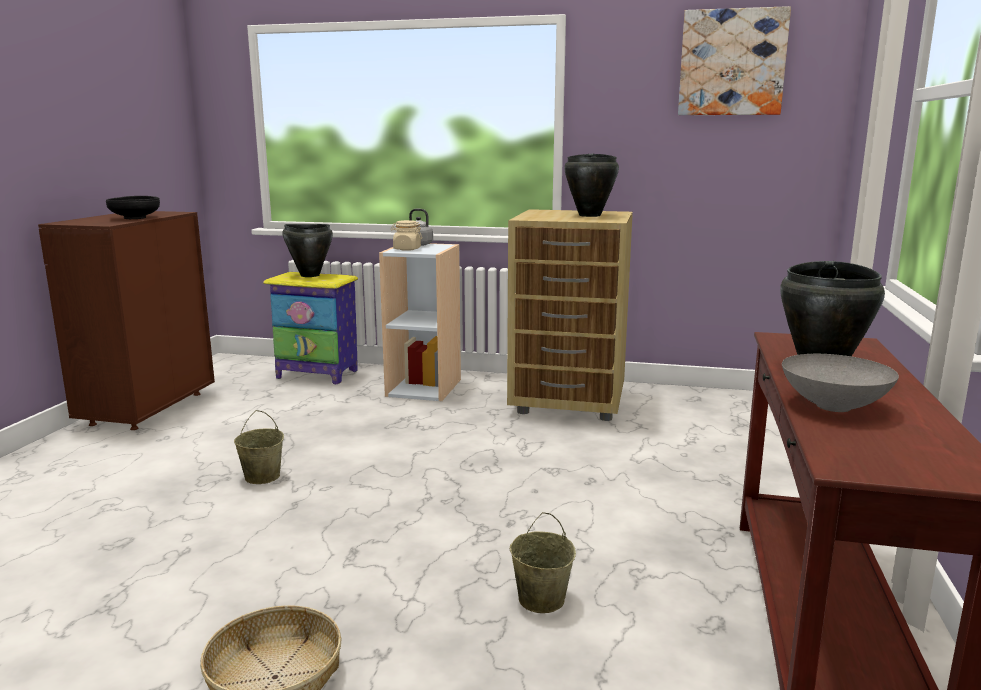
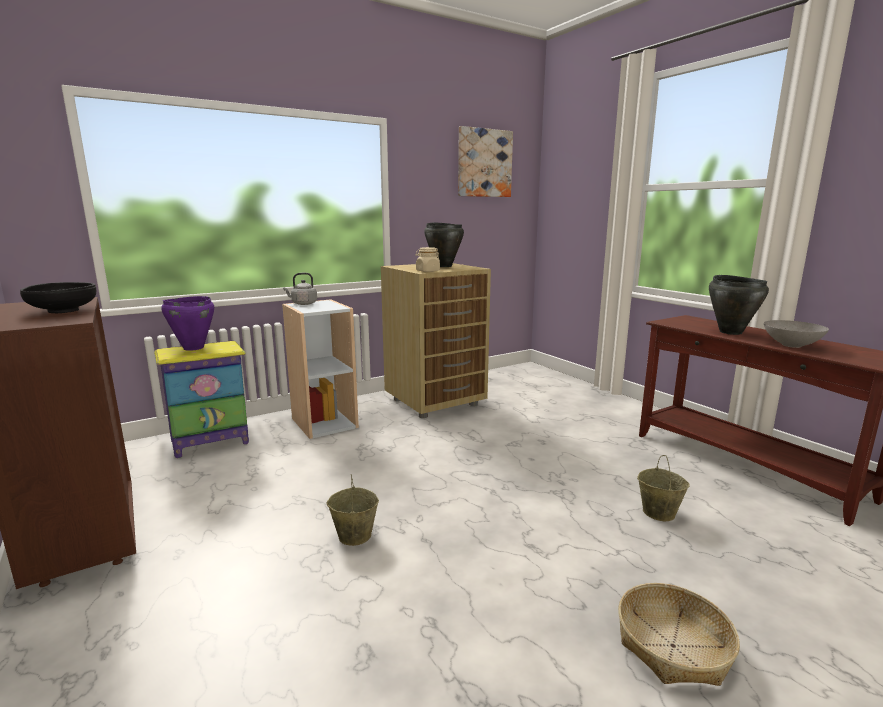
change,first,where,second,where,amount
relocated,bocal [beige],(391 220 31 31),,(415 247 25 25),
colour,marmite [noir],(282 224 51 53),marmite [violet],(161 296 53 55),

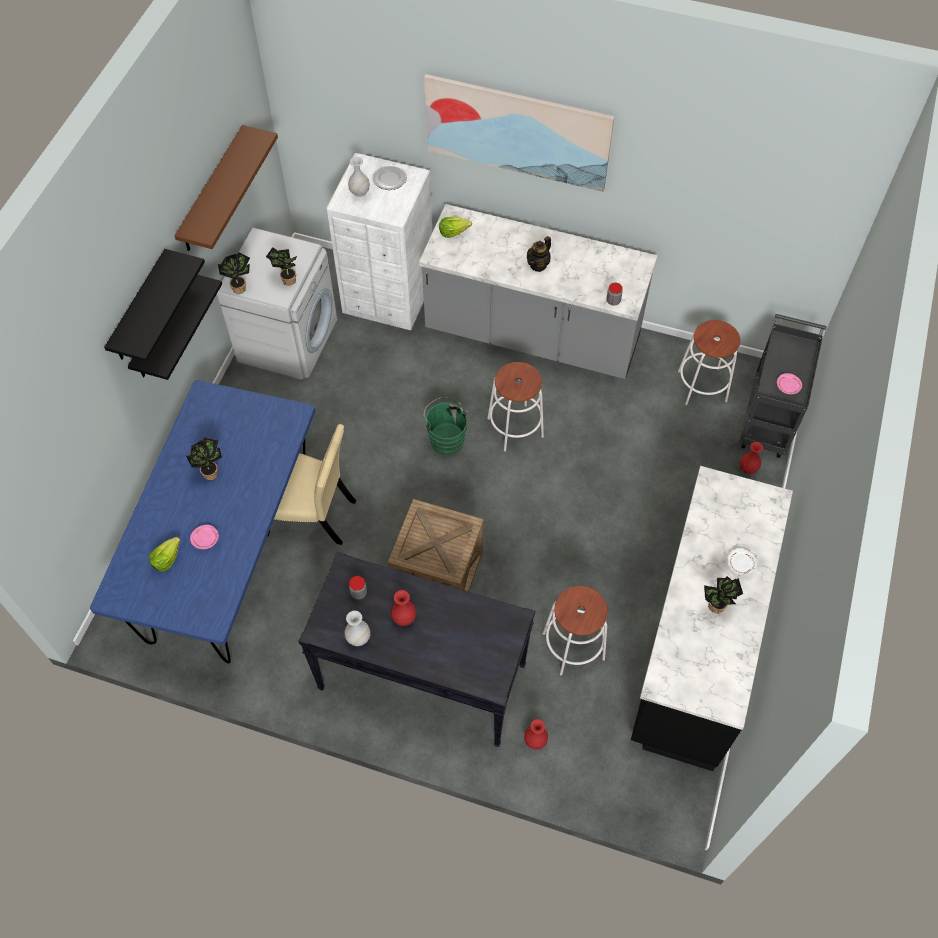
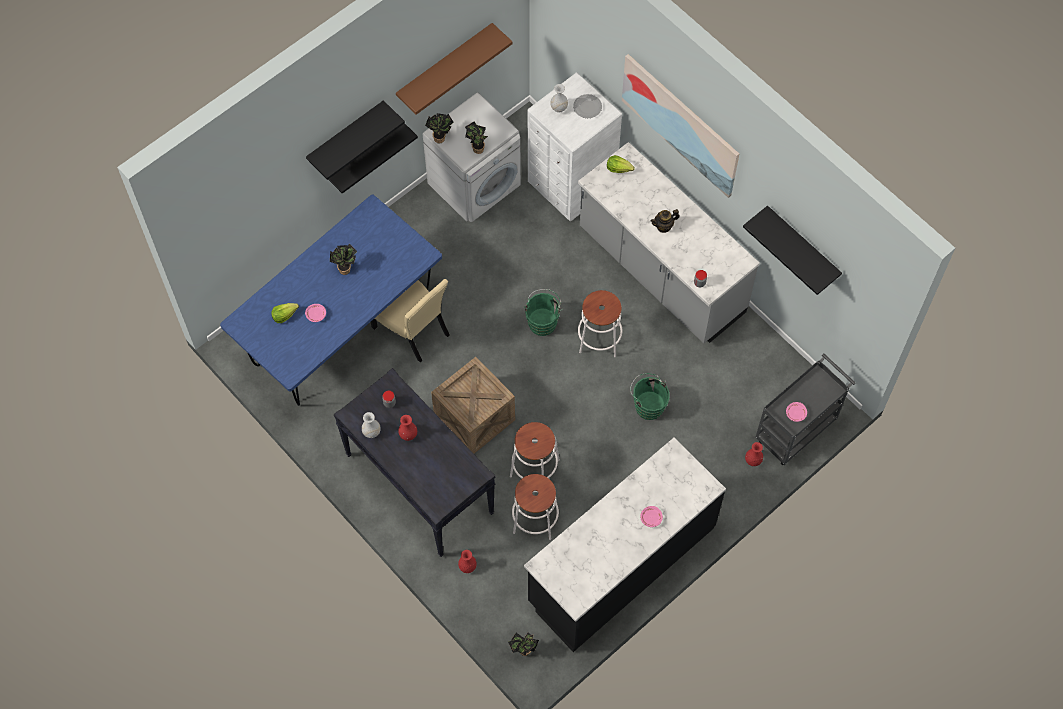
change,first,where,second,where,amount
relocated,tabouret [blanc],(678 320 62 85),,(510 422 50 57),
colour,assiette [blanc],(728 548 29 27),assiette [rose],(640 506 23 21),
relocated,plante en pot,(704 576 39 38),,(508 632 31 24),
appeared,,,étagère [noir],(743 206 99 89),
appeared,,,seau [vert],(630 373 39 47),

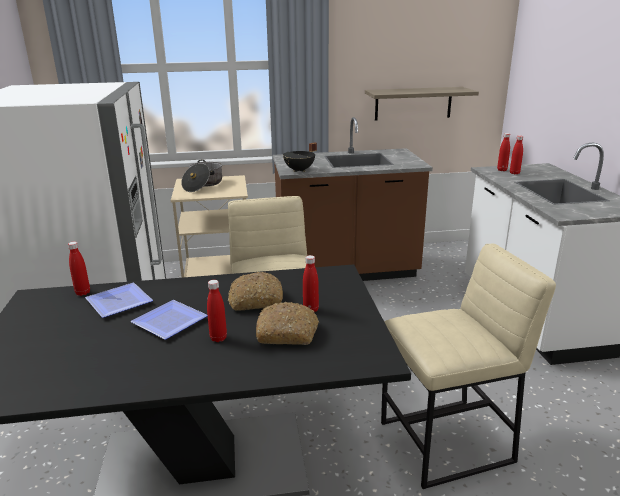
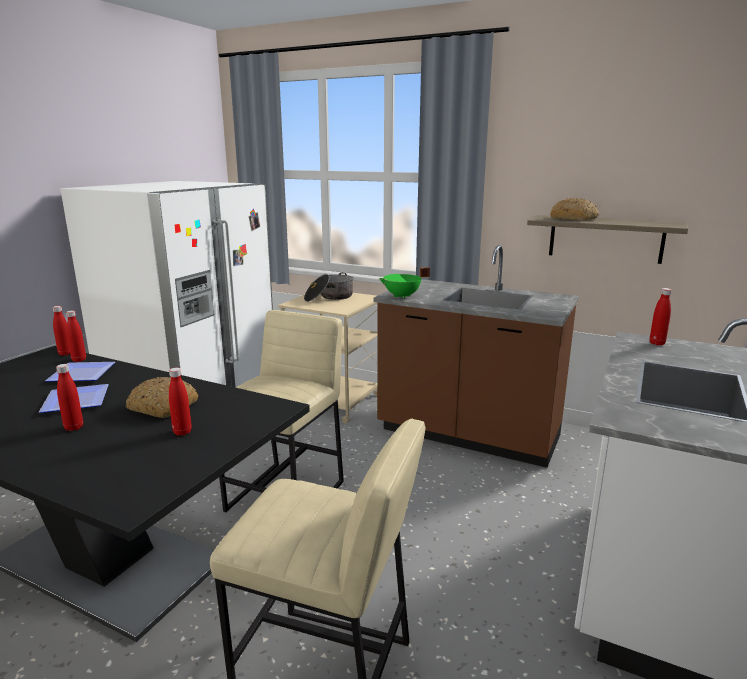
change,first,where,second,where,amount
relocated,bouteille [rouge],(510 135 13 39),,(52 306 18 50),
colour,marmite [noir],(283 142 34 30),marmite [vert],(379 267 51 32),
relocated,pain,(256 302 63 43),,(550 198 49 23),

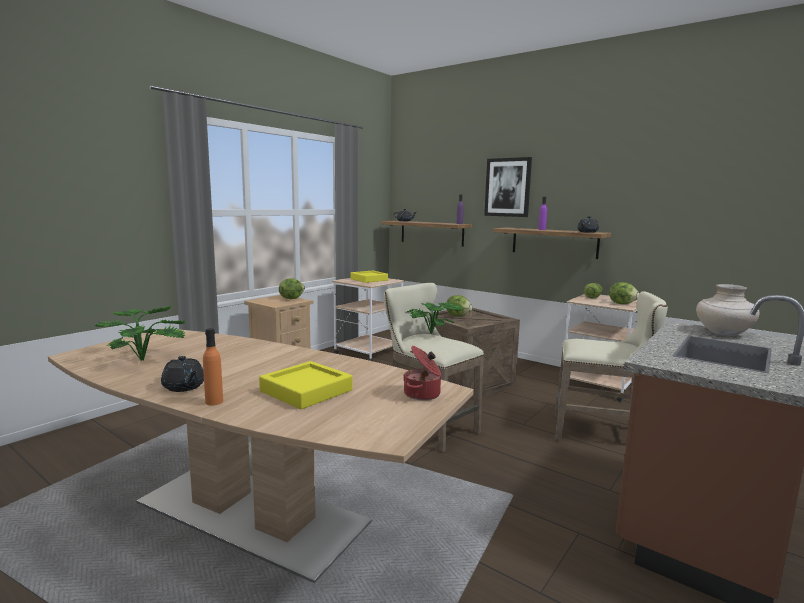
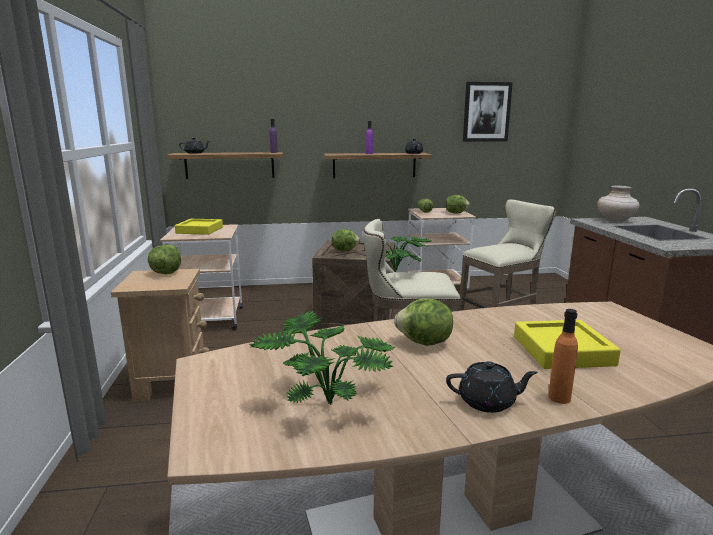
change,first,where,second,where,amount
relocated,tableau,(484 157 48 60),,(463 82 50 60),
missing,marmite,(403 346 38 54),,,
appeared,,,laitue,(394 298 59 48),

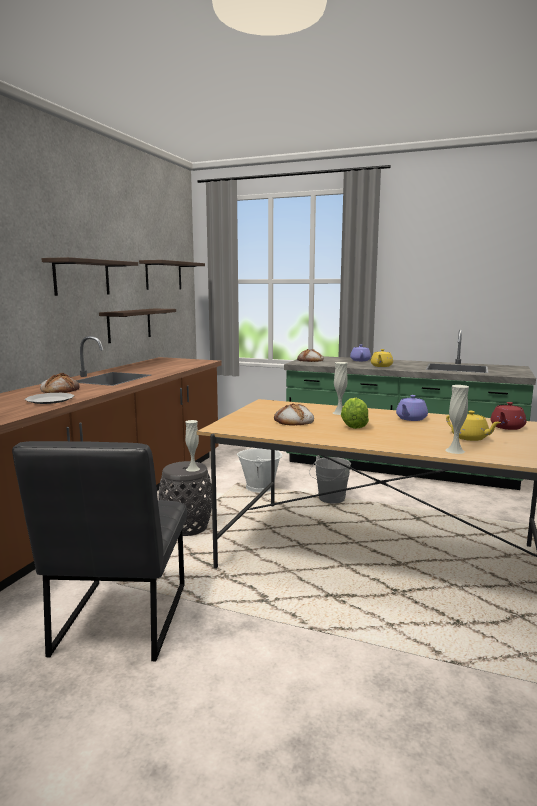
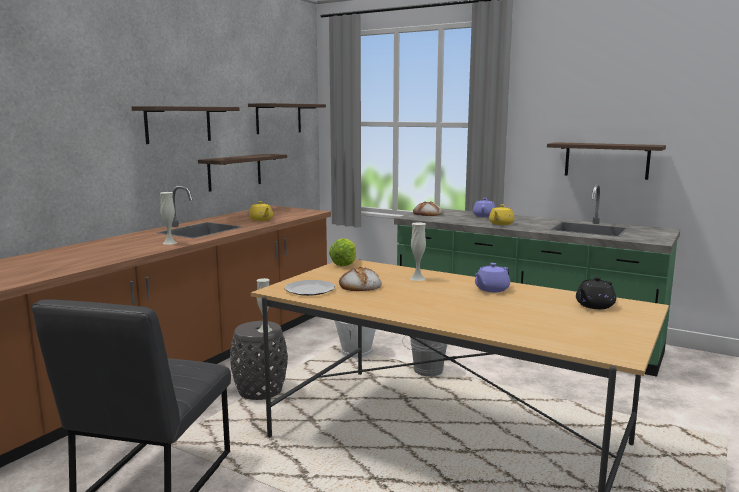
change,first,where,second,where,amount
missing,pain,(40 373 40 20),,,
relocated,vase [blanc],(446 385 23 69),,(160 192 17 53),
relocated,assiette,(25 393 49 11),,(284 280 51 16),
relocated,laitue,(341 398 28 31),,(329 238 27 28),
colour,théière [rouge],(491 402 35 28),théière [noir],(576 277 40 32),
relocated,théière [jaune],(446 411 55 30),,(249 201 24 20),
appeared,,,étagère,(547 142 119 38),

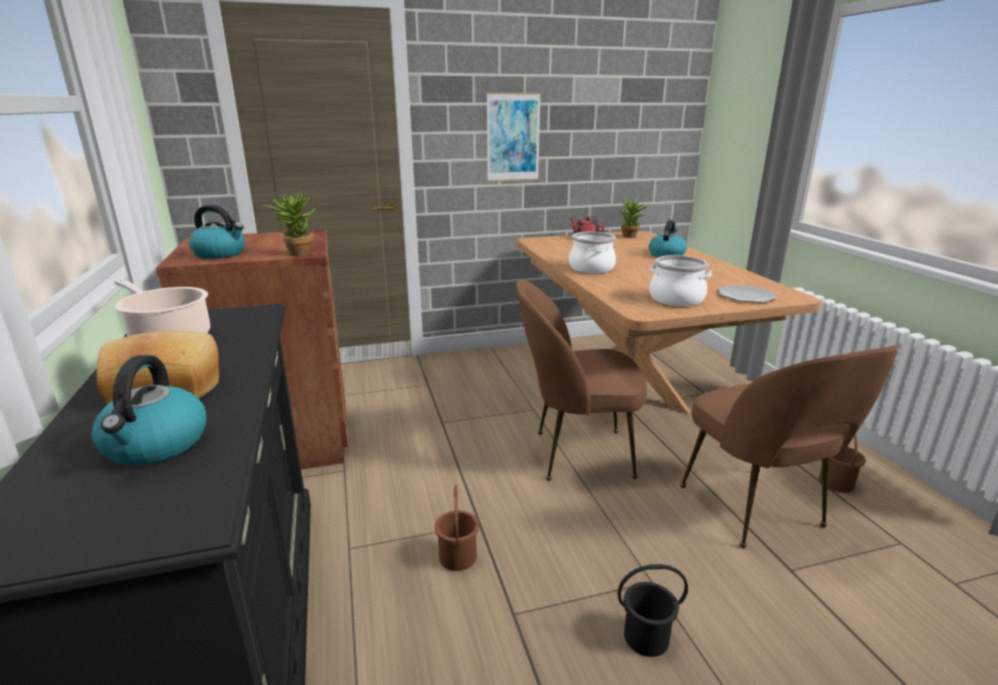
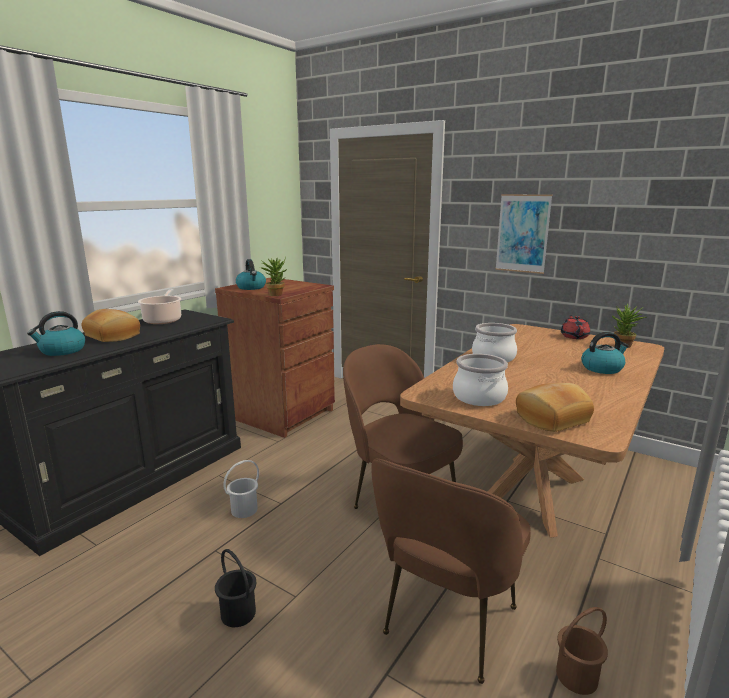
change,first,where,second,where,amount
exchanged,assiette,(718 285 59 18),pain,(516 383 78 49),
colour,seau [marron],(434 485 45 86),seau [blanc],(223 460 36 58),

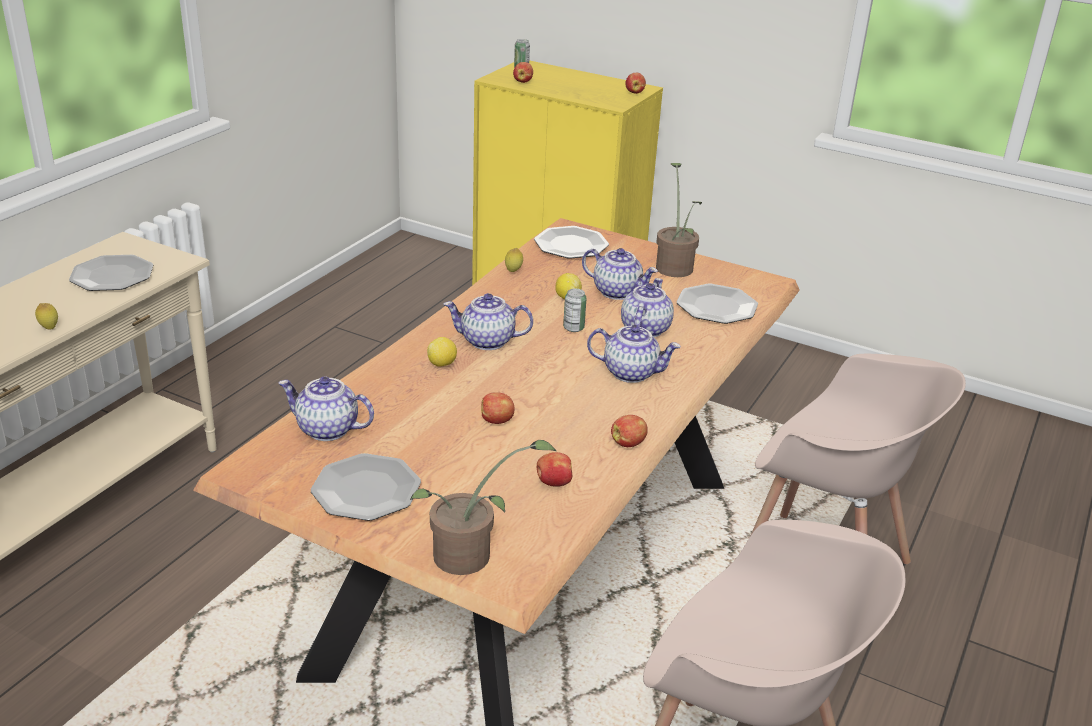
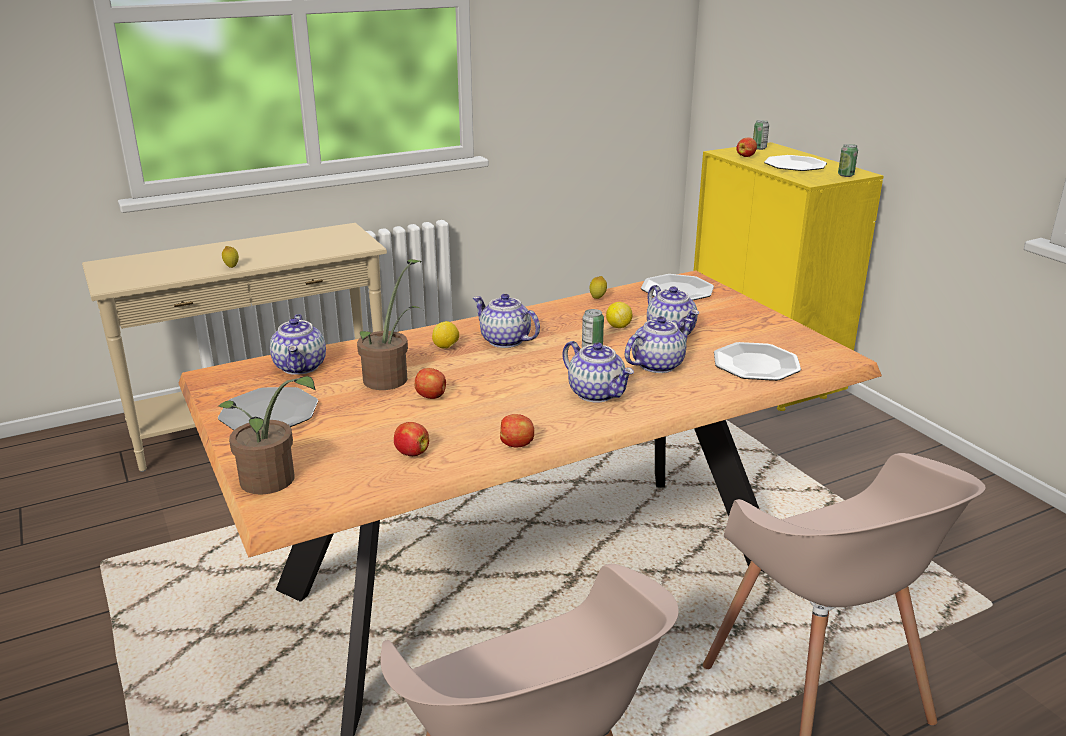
change,first,where,second,where,amount
exchanged,pomme,(625 73 21 21),boîte métallique,(838 144 20 33),
relocated,plante en pot,(656 163 46 114),,(357 259 68 131),
relocated,assiette,(69 255 84 36),,(764 155 63 16),
spun,théière,(278 376 96 65),,(270 314 56 61),150 degrees counterclockwise

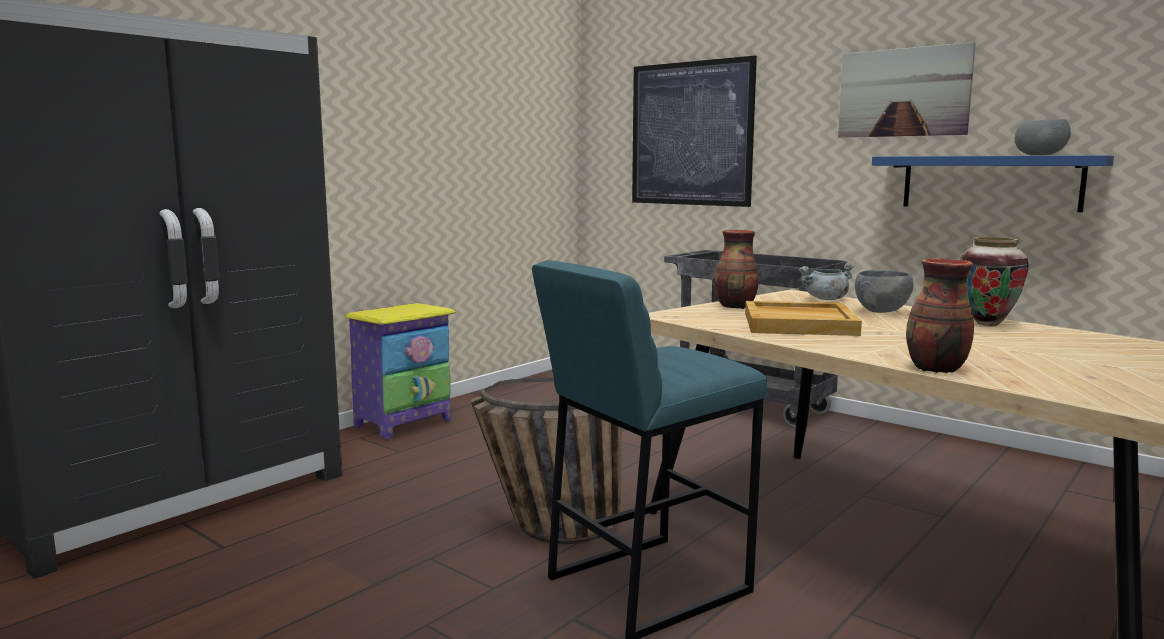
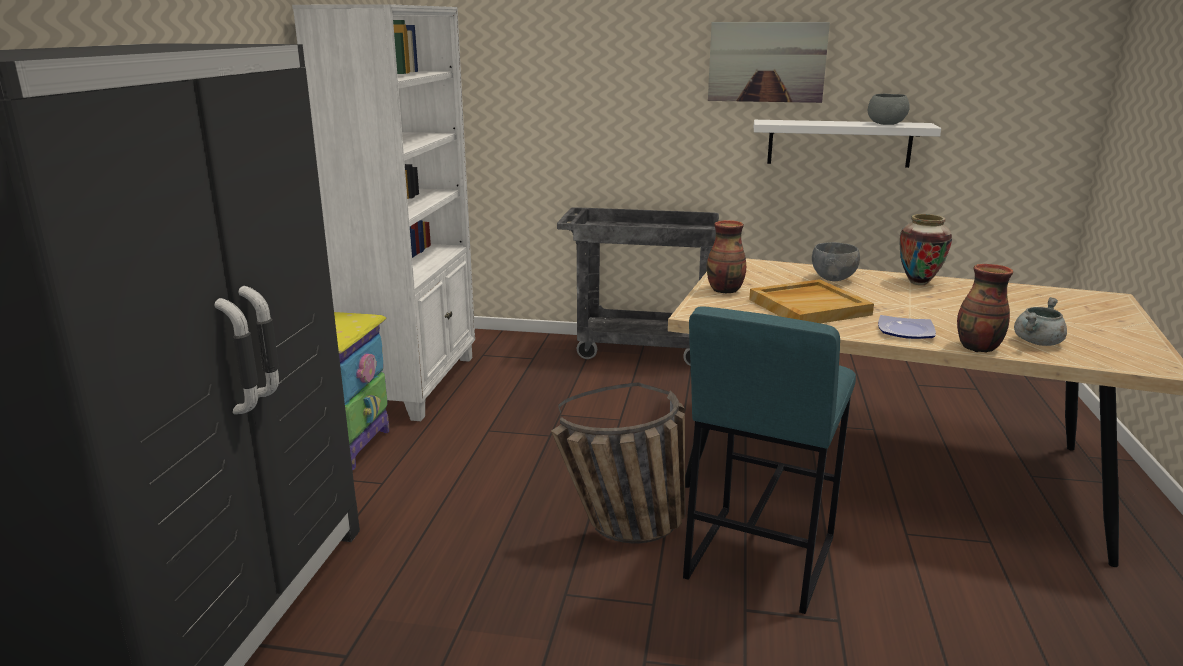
change,first,where,second,where,amount
missing,tableau,(632 56 125 151),,,
colour,étagère [bleu],(872 155 242 57),étagère [blanc],(754 120 187 48),
relocated,marmite [gris],(798 263 56 37),,(1014 297 53 49),
appeared,,,bibliothèque [blanc],(292 4 183 417),
appeared,,,assiette,(878 315 58 24),

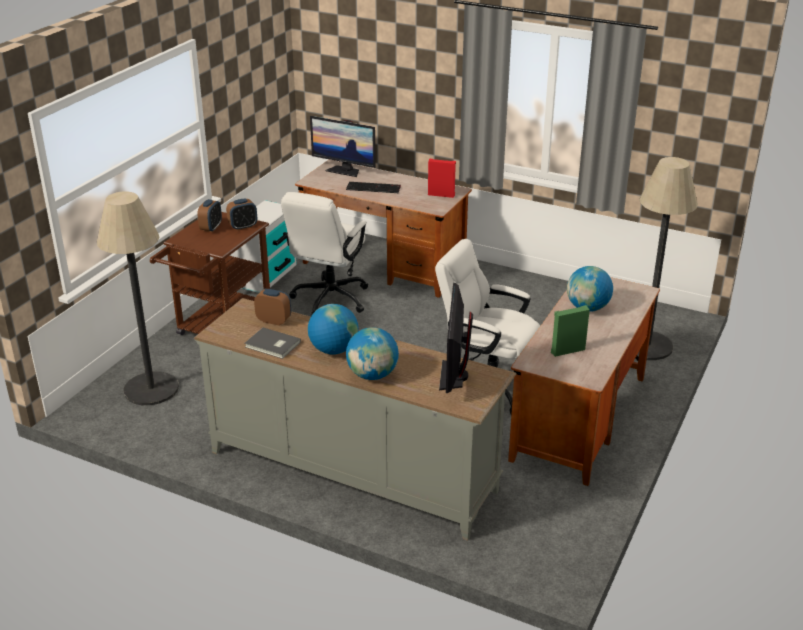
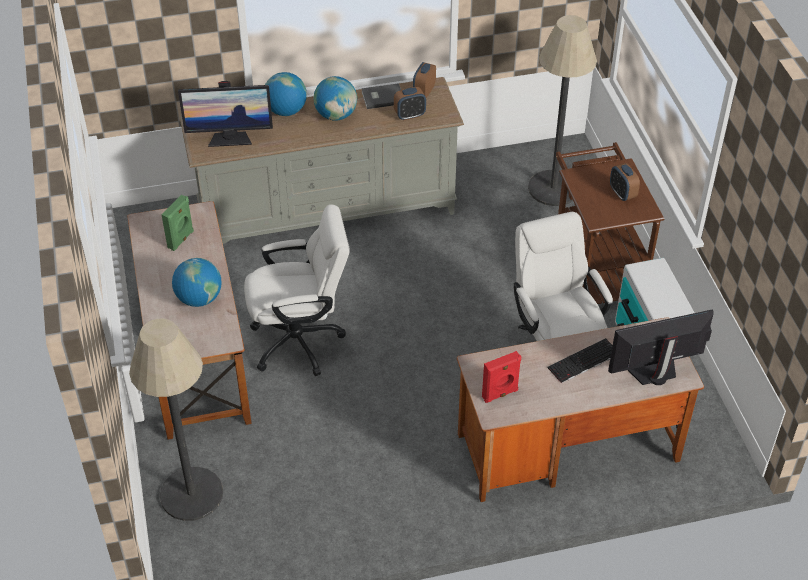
change,first,where,second,where,amount
relocated,réveil,(226 198 31 32),,(413 62 23 36),
spun,écran d'ordinateur,(439 283 34 110),,(178 81 95 66),120 degrees clockwise

